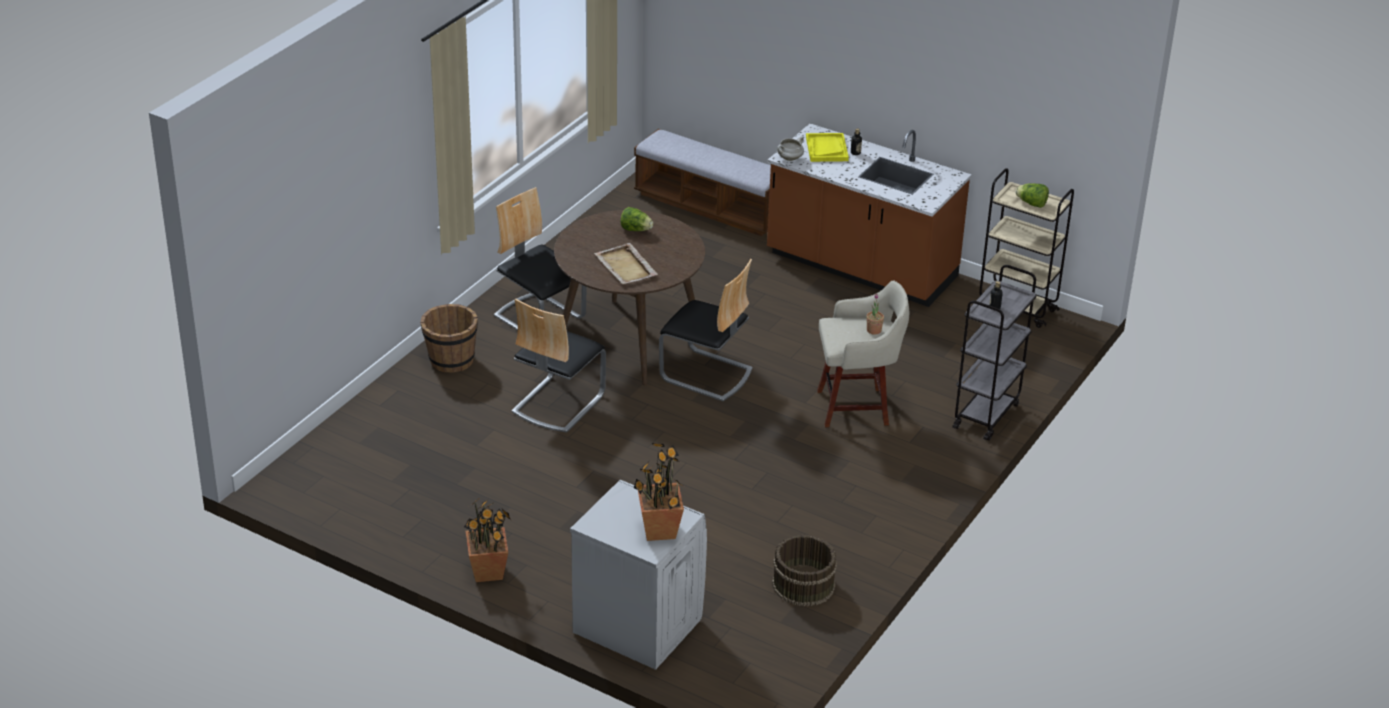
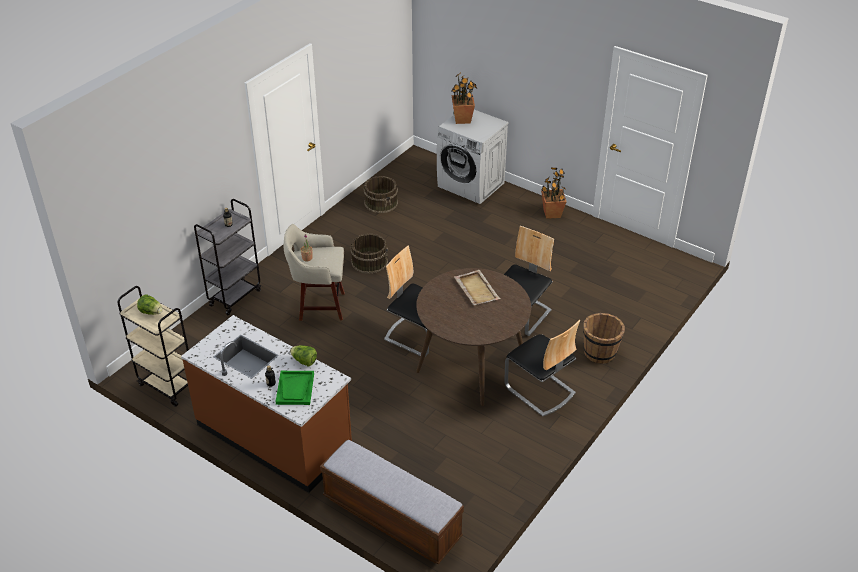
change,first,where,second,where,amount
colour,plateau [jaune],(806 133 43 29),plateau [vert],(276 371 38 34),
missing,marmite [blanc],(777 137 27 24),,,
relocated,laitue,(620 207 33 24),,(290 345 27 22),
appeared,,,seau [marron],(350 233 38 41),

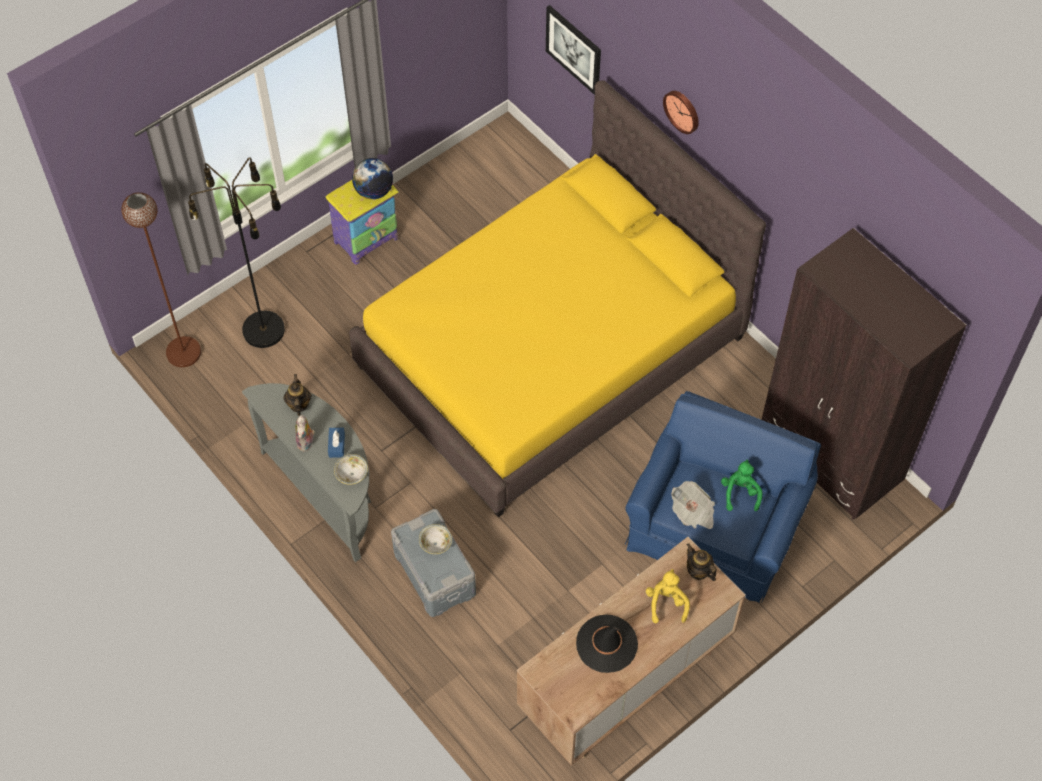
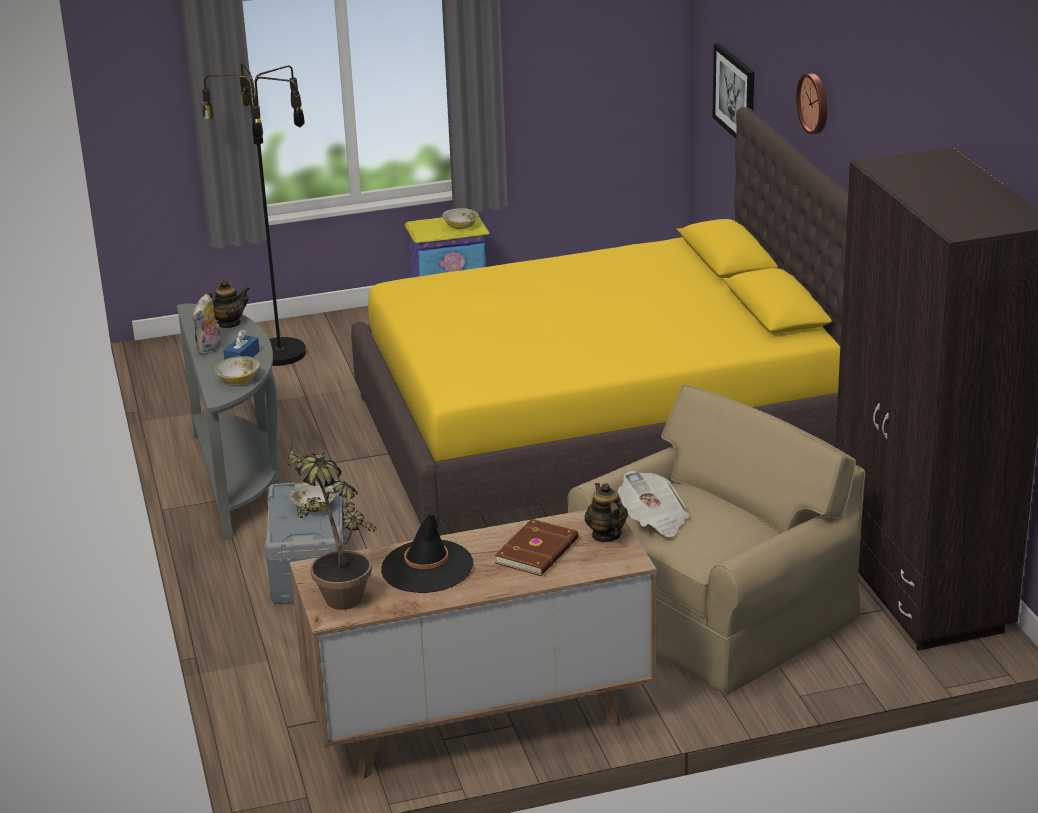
change,first,where,second,where,amount
exchanged,globe,(352 158 41 41),bol,(442 208 37 21),
missing,lampadaire [marron],(121 192 80 175),,,
spun,théière,(283 374 29 42),,(203 280 47 48),45 degrees clockwise
colour,fauteuil [bleu],(625 391 196 212),fauteuil [beige],(567 385 298 310),
missing,peluche [vert],(721 460 41 51),,,
exchanged,peluche [jaune],(646 569 44 55),livre [marron],(495 519 84 57),
appeared,,,plante en pot,(288 440 89 170),

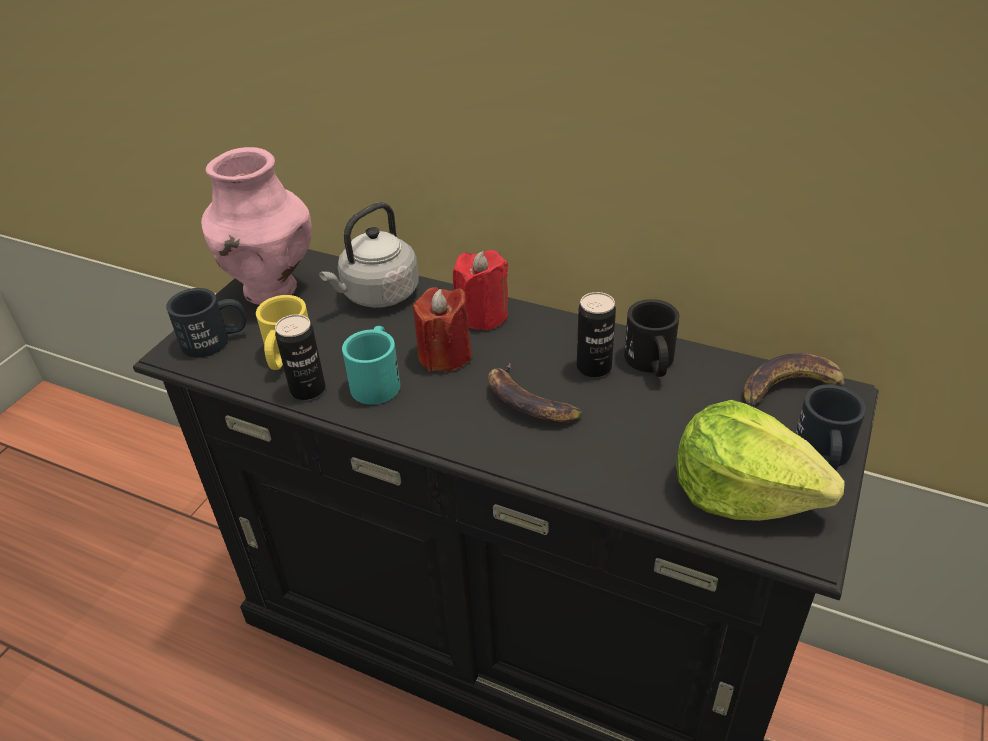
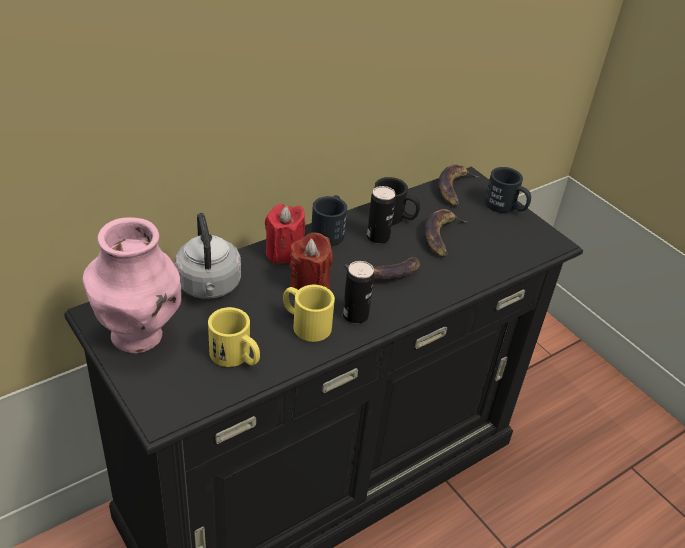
change,first,where,second,where,amount
relocated,mug [noir],(166 288 80 69),,(311 195 36 51),
relocated,boîte métallique,(275 314 50 86),,(343 261 31 63),
colour,mug [turquoise],(342 326 58 79),mug [jaune],(283 285 52 57),
missing,laitue,(676 400 169 121),,,
appeared,,,banane,(425 209 43 48),

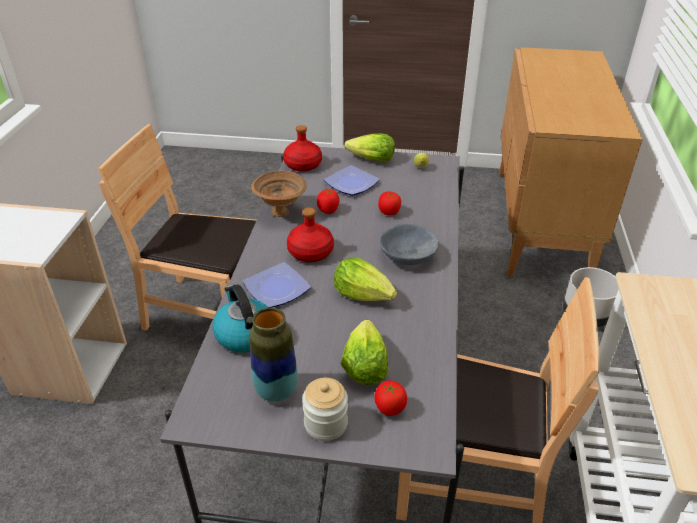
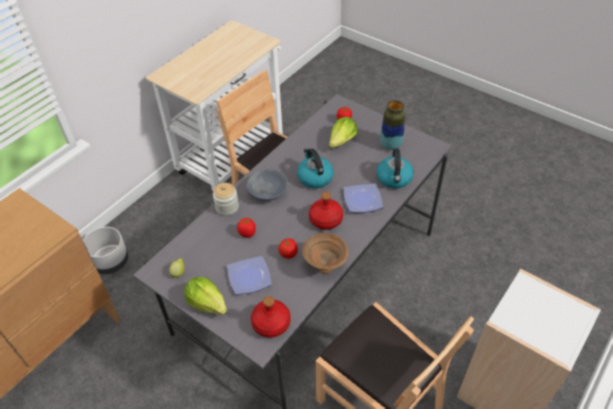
change,first,where,second,where,amount
exchanged,laitue,(334 258 63 43),bouilloire,(297 148 37 40),
relocated,bocal,(302 378 46 63),,(213 183 26 33),

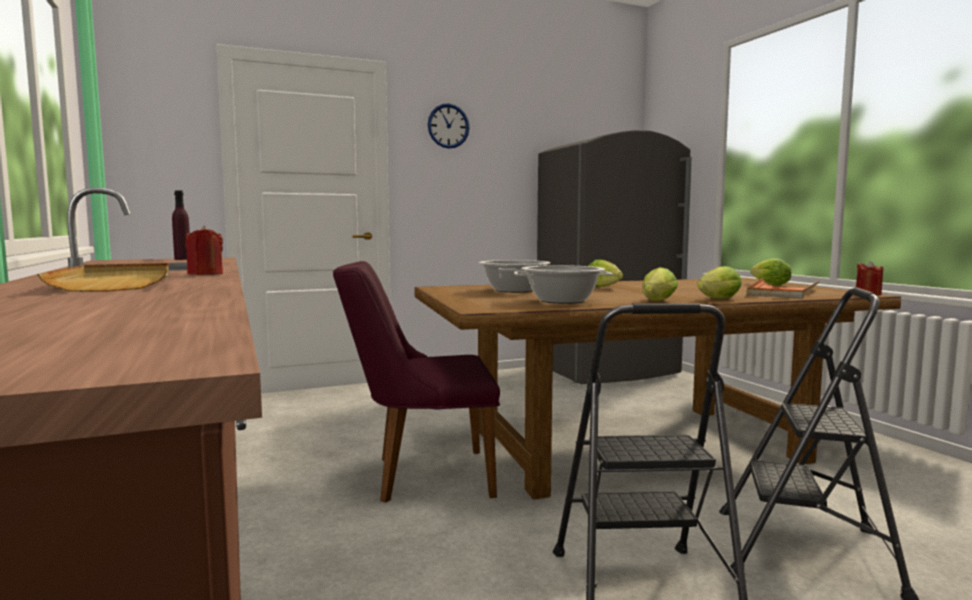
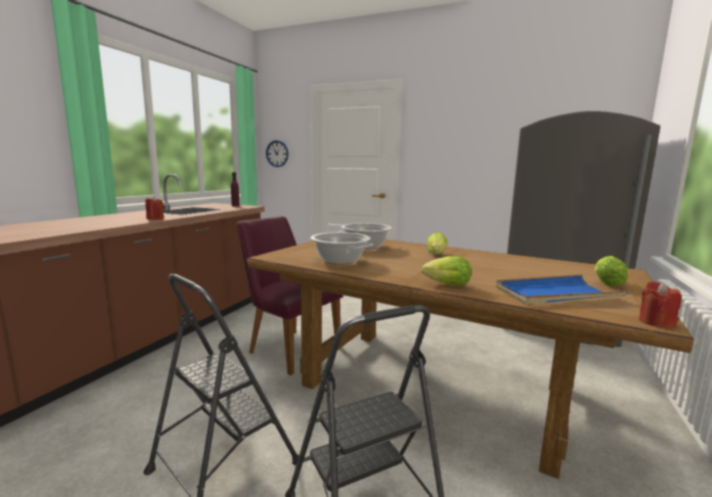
change,first,where,second,where,amount
relocated,horloge murale,(428 103 42 46),,(266 140 22 27),
missing,plateau [beige],(37 263 132 29),,,
missing,laitue,(642 267 36 34),,,
colour,plateau [orange],(747 278 72 21),plateau [bleu],(496 274 132 31),

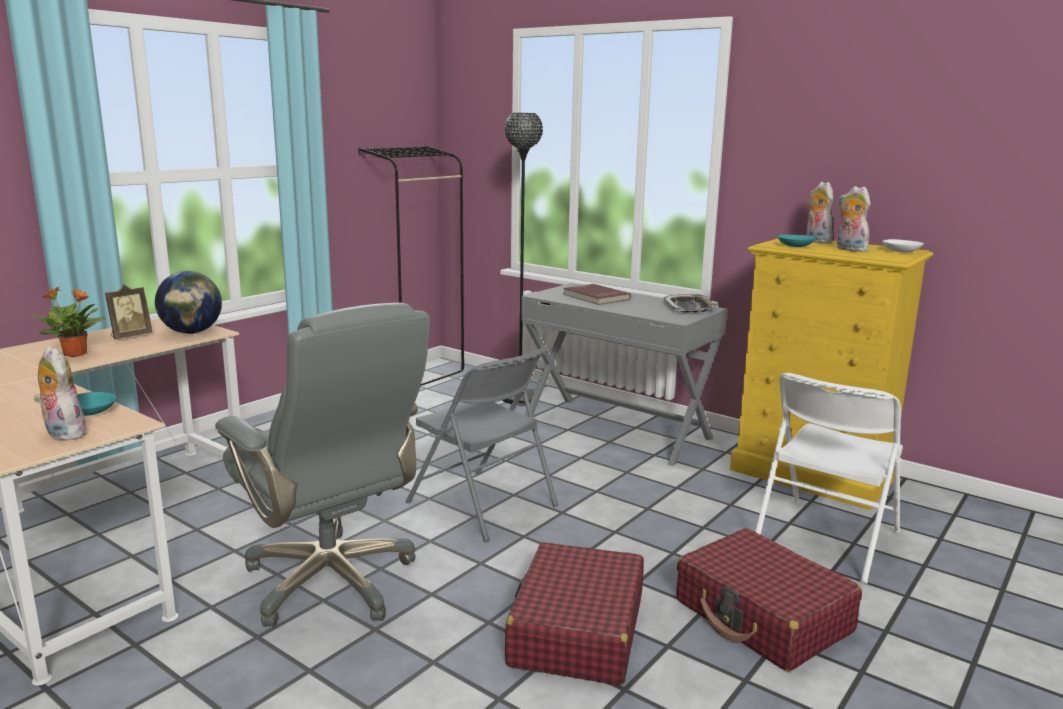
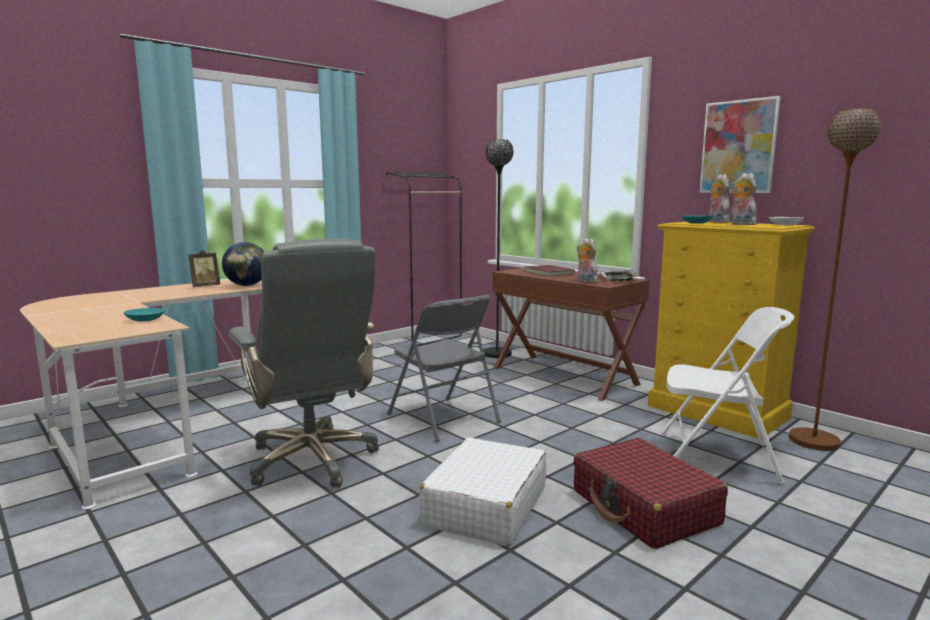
change,first,where,second,where,amount
colour,table console [gris],(521 283 206 183),table console [marron],(493 268 157 133),
missing,plante en pot,(32 287 74 70),,,
relocated,peluche,(33 346 54 95),,(577 238 21 45),
spun,chaise [blanc],(755 373 148 211),,(661 307 134 178),120 degrees counterclockwise
colour,valise [rouge],(505 542 139 143),valise [blanc],(419 438 127 108),
appeared,,,tableau,(699 96 81 97),
appeared,,,lampadaire [marron],(789 108 92 343),

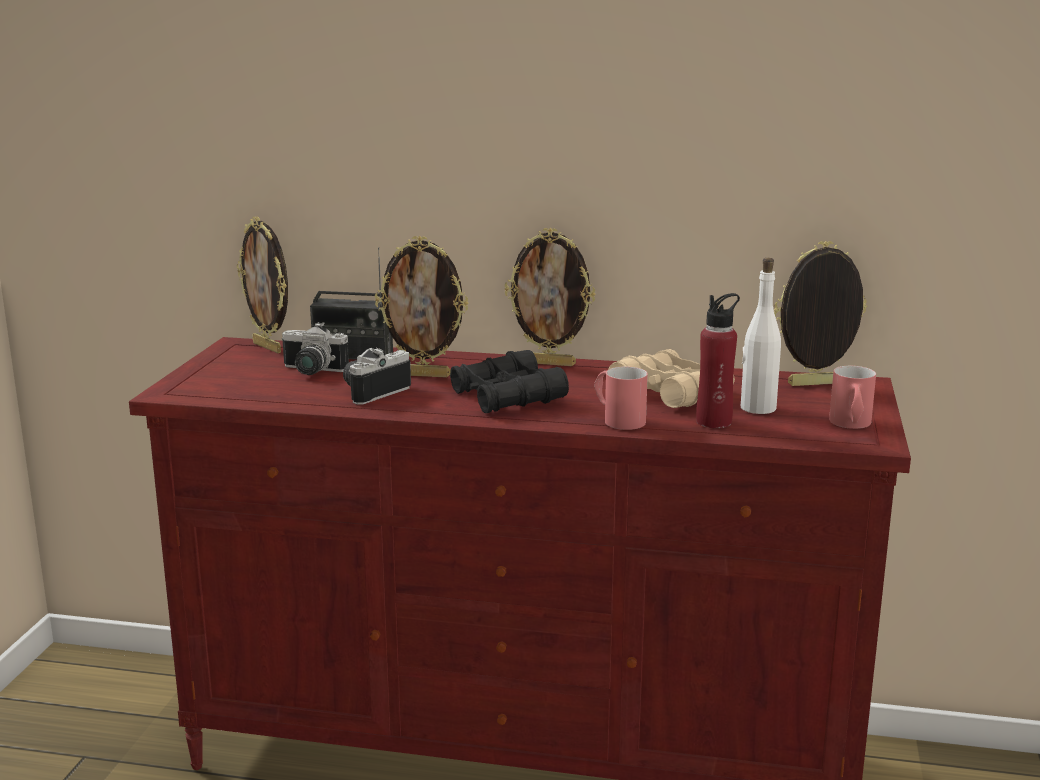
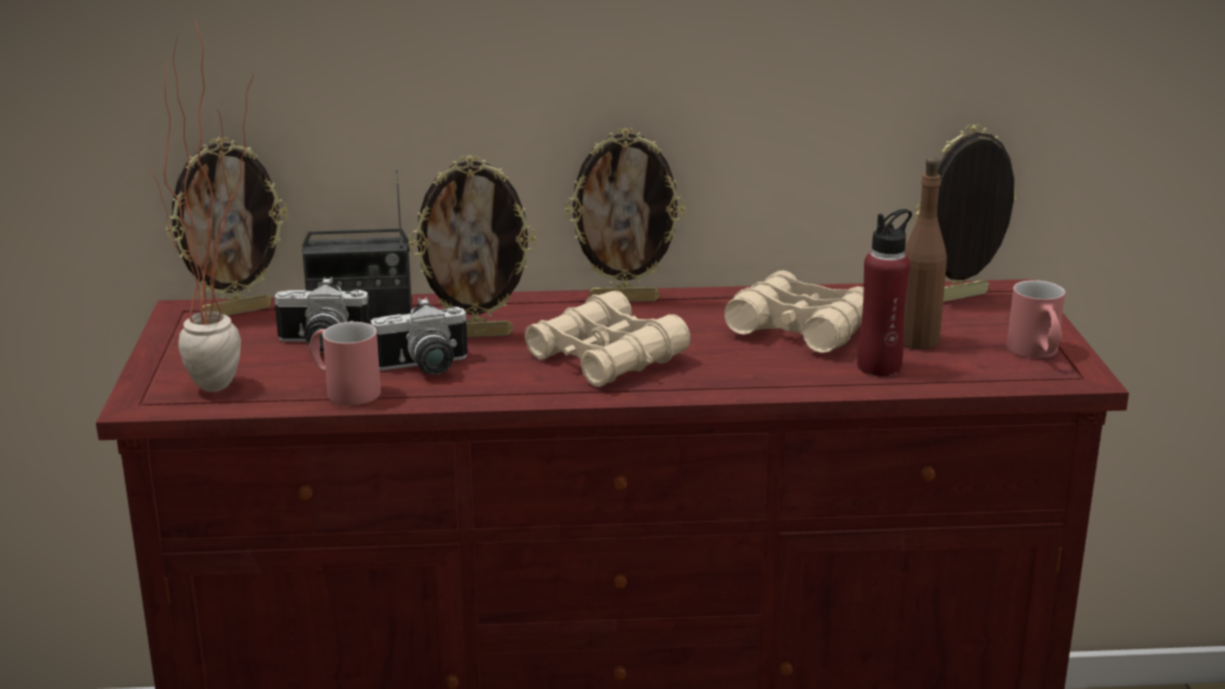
change,first,where,second,where,amount
spun,cadre photo,(237 216 51 137),,(166 137 122 179),60 degrees counterclockwise
colour,bouteille [blanc],(741 258 40 156),bouteille [marron],(904 158 43 191),
spun,appareil photo,(343 347 68 58),,(371 297 97 78),135 degrees counterclockwise
colour,jumelles [noir],(450 350 119 63),jumelles [beige],(525 291 165 96),
relocated,mug [rouge],(594 367 54 63),,(309 322 72 84),
appeared,,,plante en pot,(151 21 103 371),

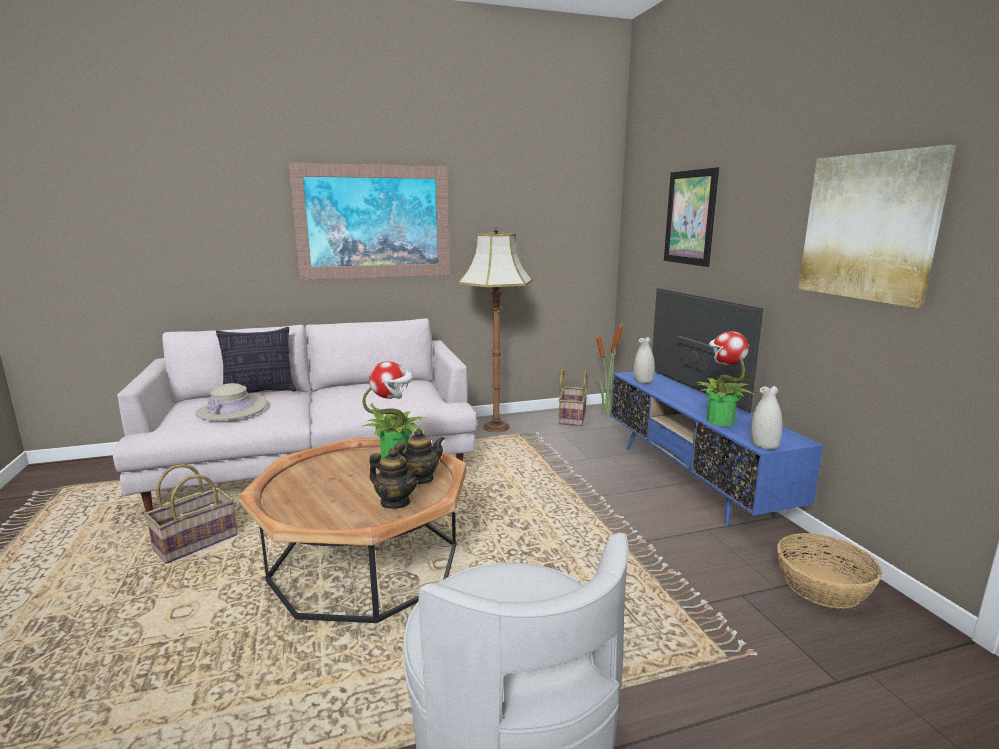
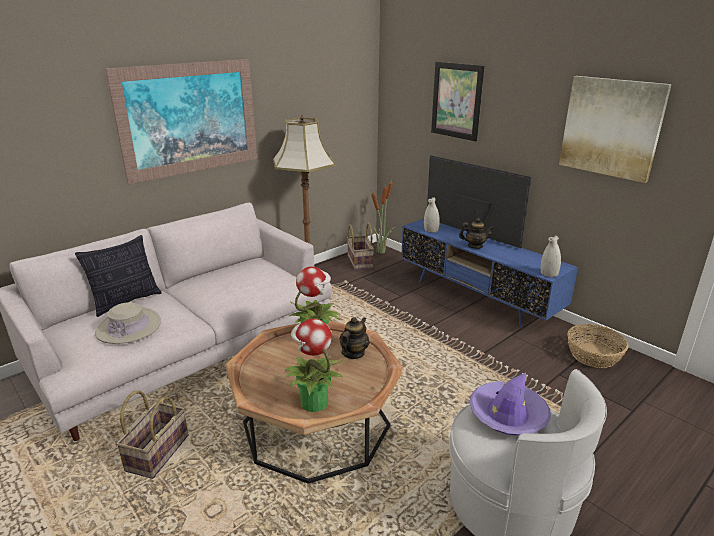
change,first,where,second,where,amount
relocated,plante en pot,(695 331 61 95),,(284 319 60 93),
relocated,théière,(369 448 50 61),,(459 218 35 31),
appeared,,,chapeau [violet],(470 372 81 63),

